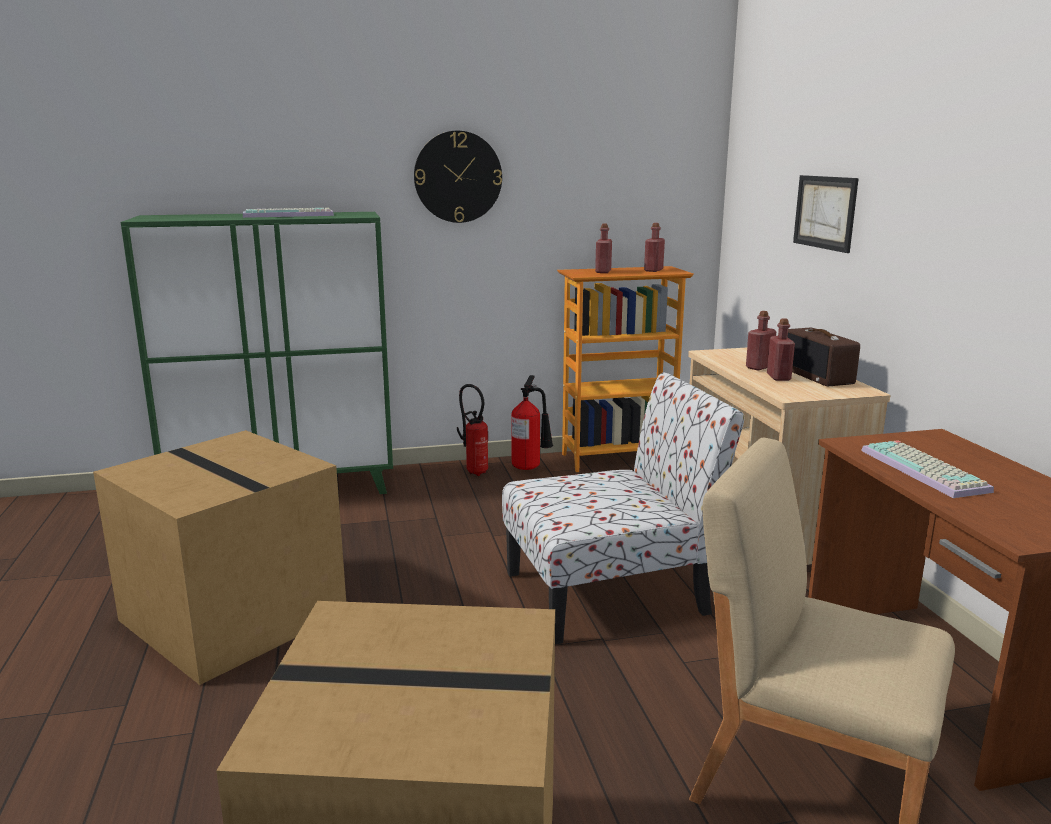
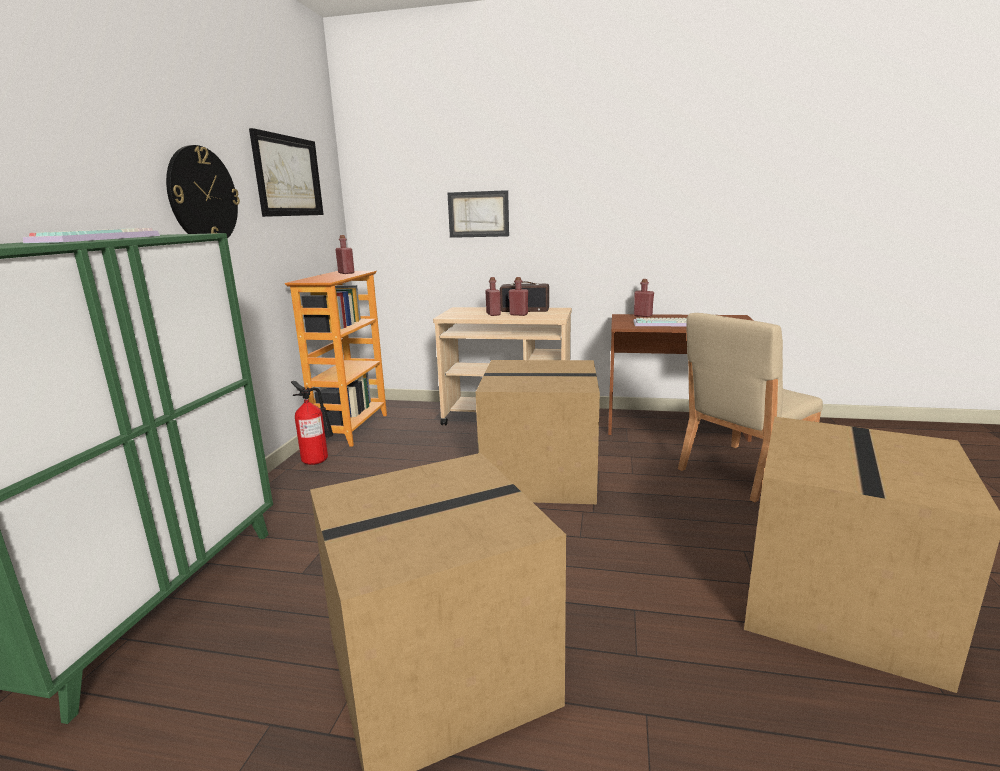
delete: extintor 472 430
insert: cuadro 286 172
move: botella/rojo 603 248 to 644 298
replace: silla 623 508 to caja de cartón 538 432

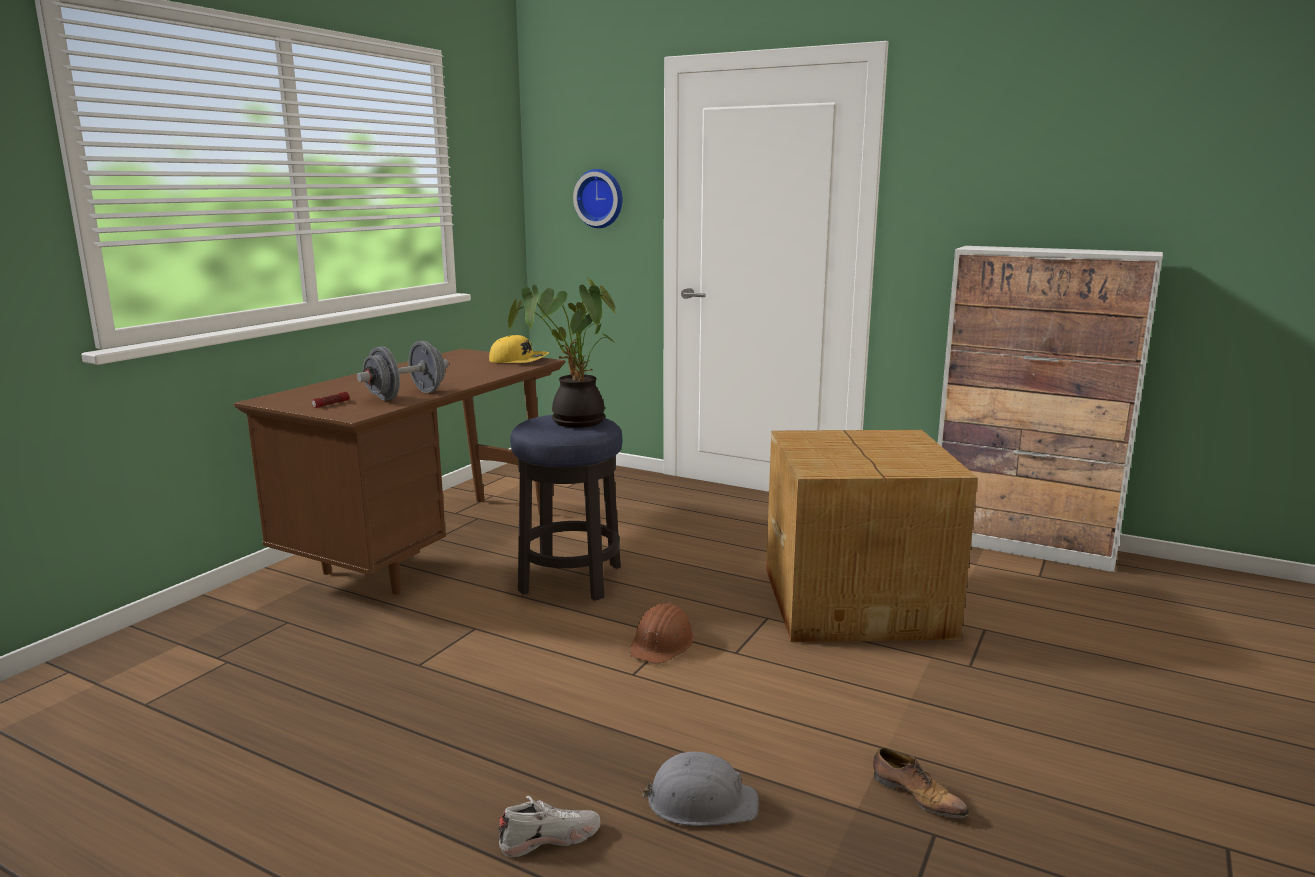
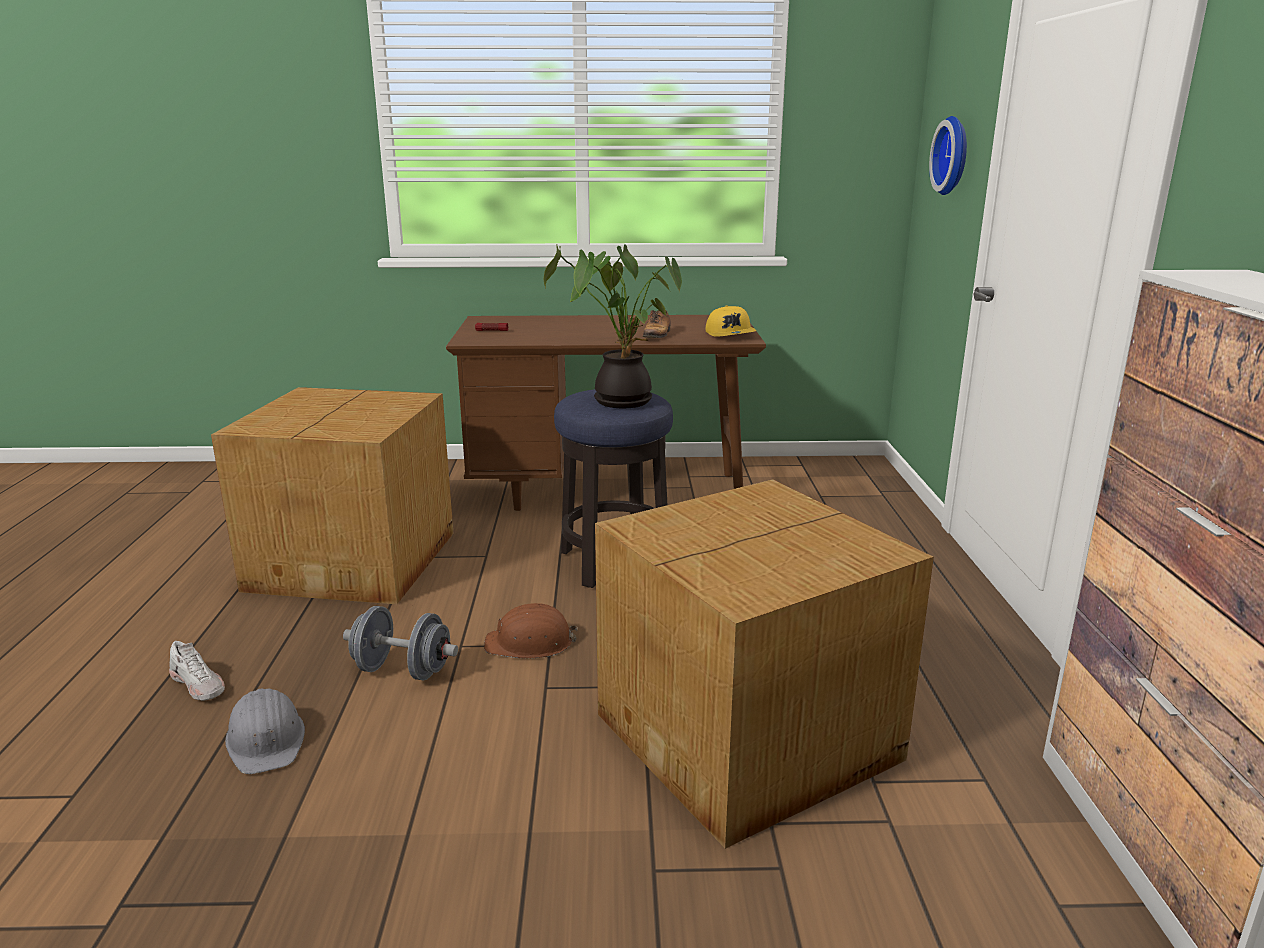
insert: caja de cartón 332 495
move: mancuerna/gris 403 371 to 400 643; zapato 921 783 to 657 324

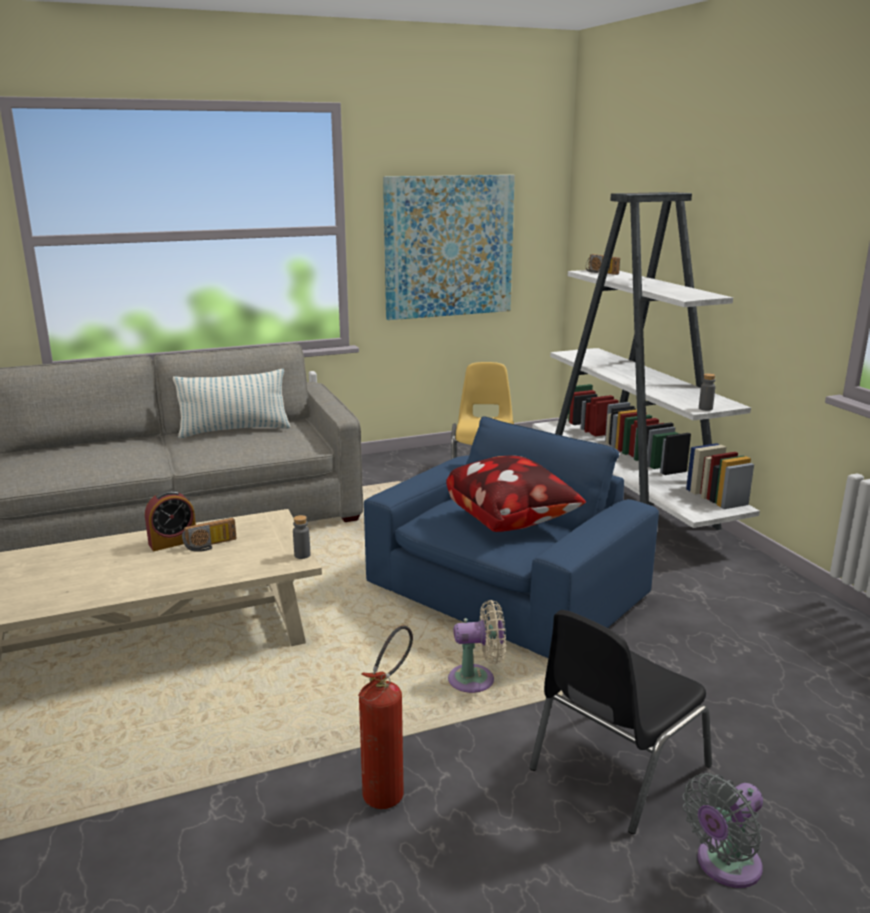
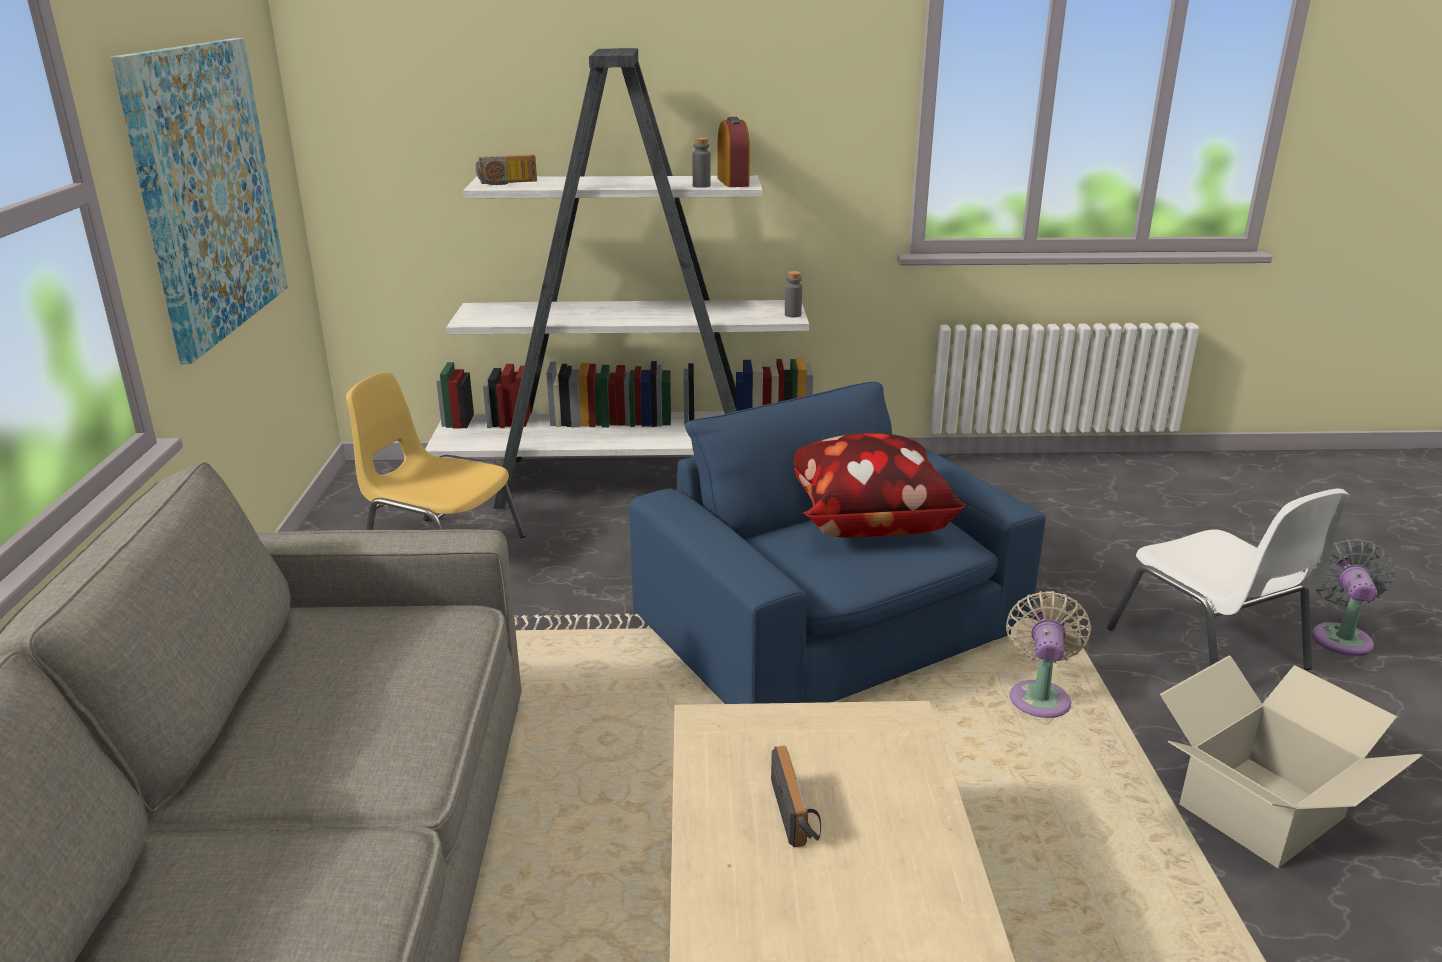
delete: cojín 232 403
move: botella/gris 301 537 to 701 162; despertador 170 520 to 734 152
replace: extintor 385 717 to caja de cartón 1291 761
recolor: silla/negro 620 722 to silla/blanco 1228 579
rotate: ventilador/gris 723 830 = 1353 597 150 degrees counterclockwise

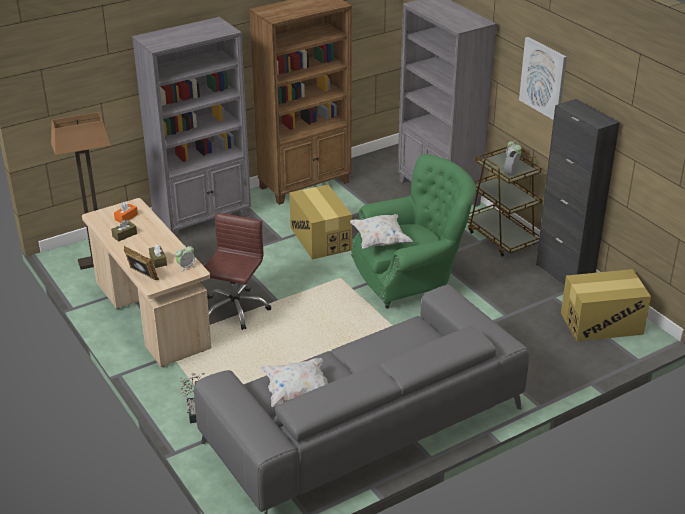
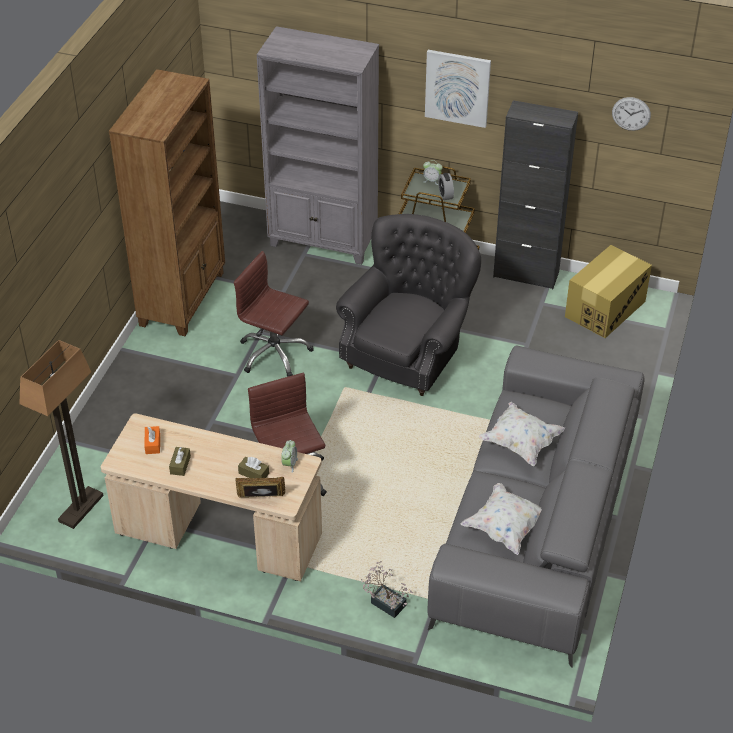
delete: estantería/gris 191 127
insert: reloj de pared 631 114
move: cojín/blanco 381 231 to 522 434
replace: caja de cartón 320 222 to silla de oficina/marrón 274 314
recolor: sillón/verde 413 231 to sillón/gris 408 305

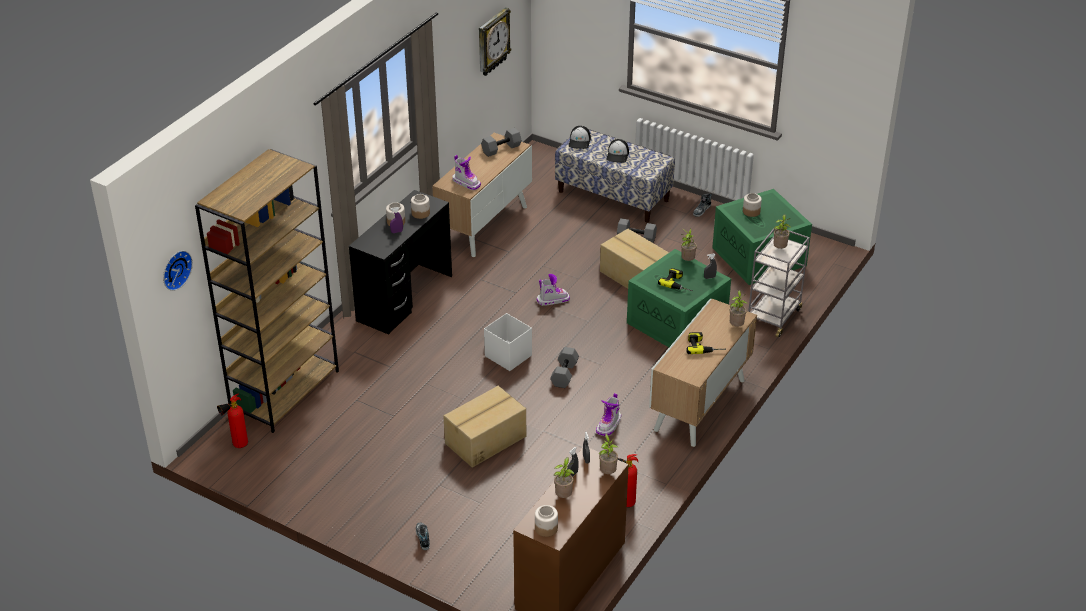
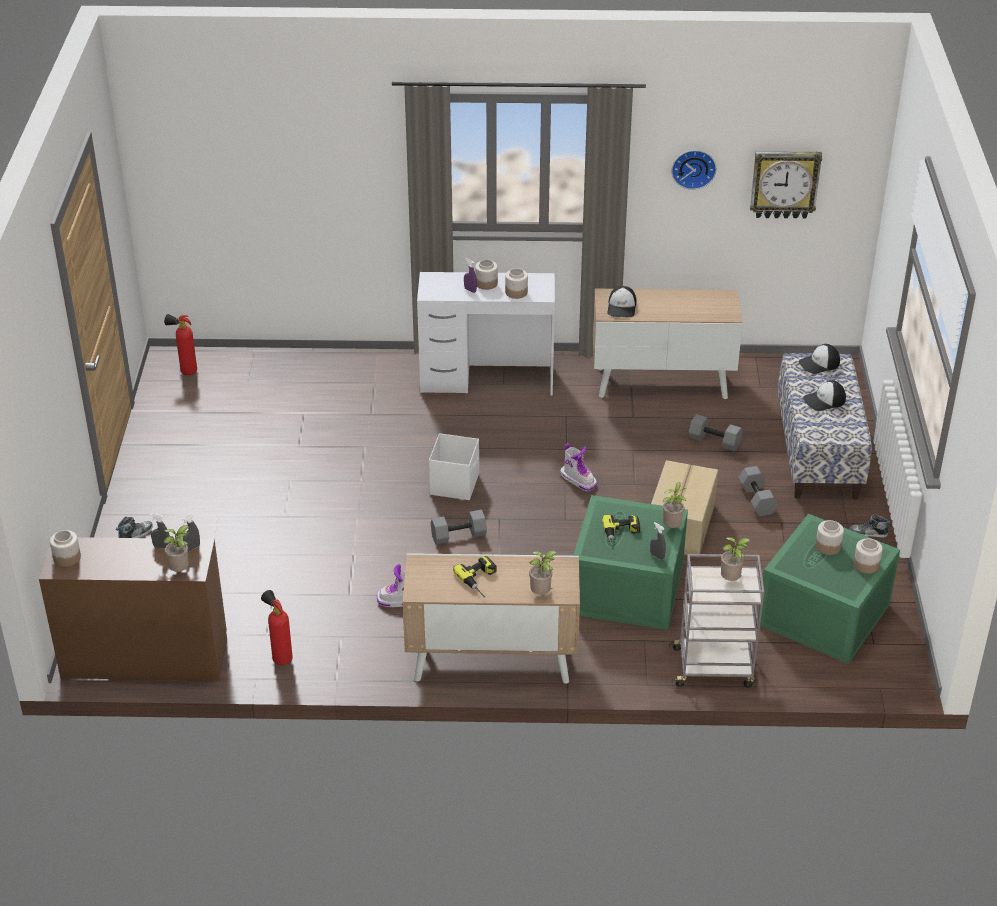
delete: estantería/marrón 267 291; caja de cartón 484 427; planta en maceta 564 477
insert: tarro 868 556
move: reloj de pared 178 271 to 694 170; mancuerna/gris 501 142 to 715 432
replace: bota 466 172 to gorra 622 301
recolor: escritorio/negro 400 262 to escritorio/blanco 486 334

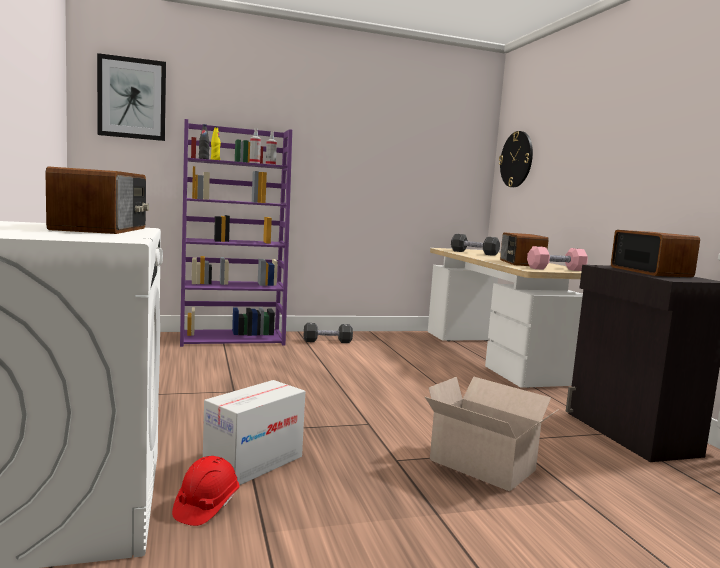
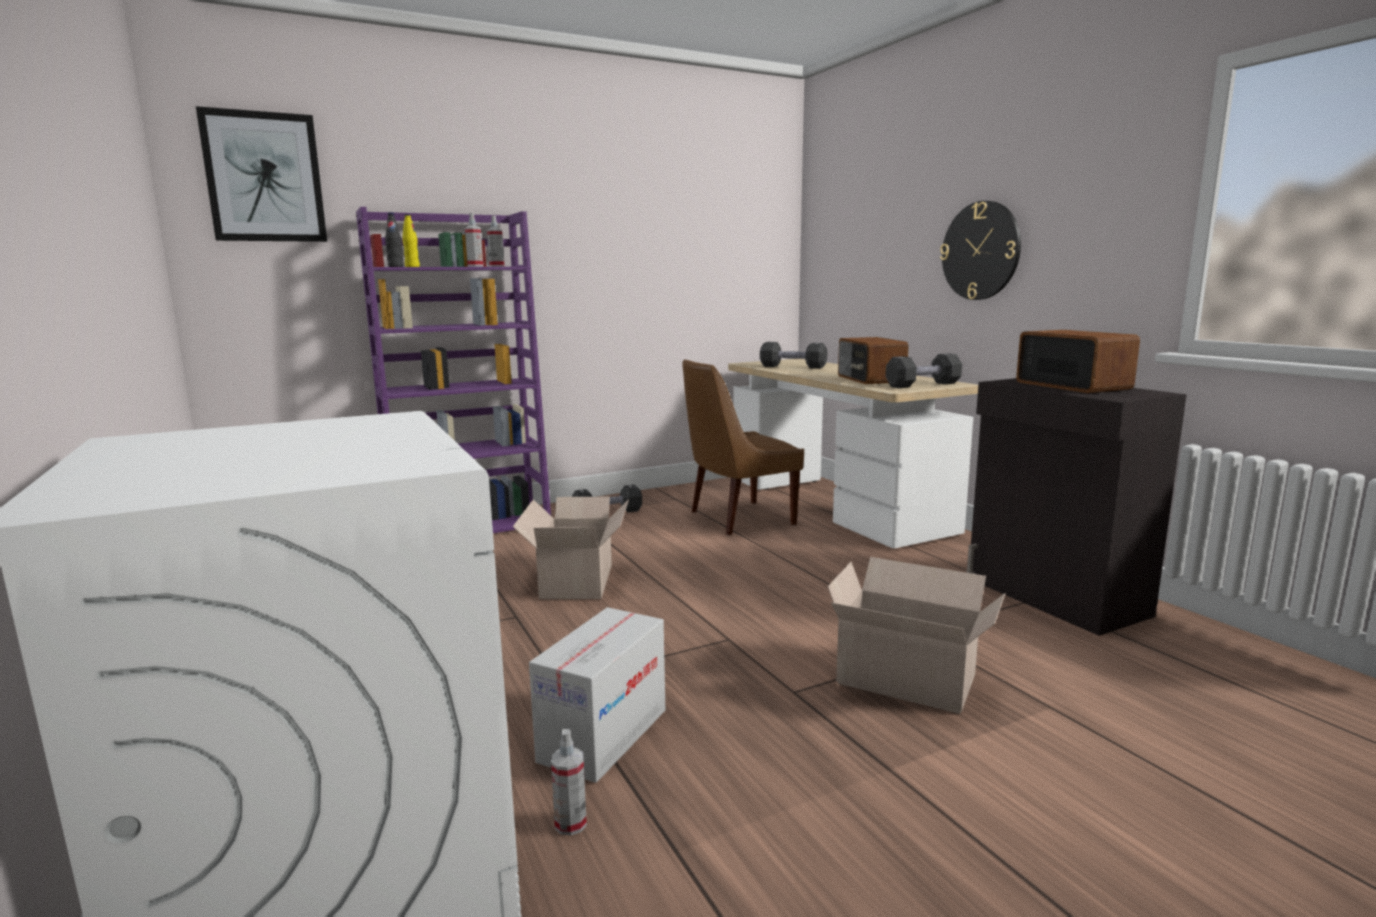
delete: radio 97 200
insert: caja de cartón 571 548; silla/marrón 743 447
move: reloj de pared 516 159 to 980 250
replace: casco/rojo 205 491 to pulverizador 569 782
recolor: mancuerna/rosa 557 258 to mancuerna/negro 923 370

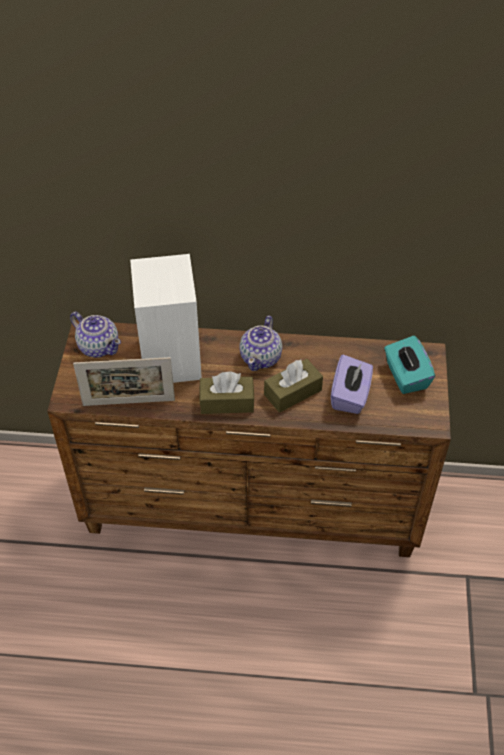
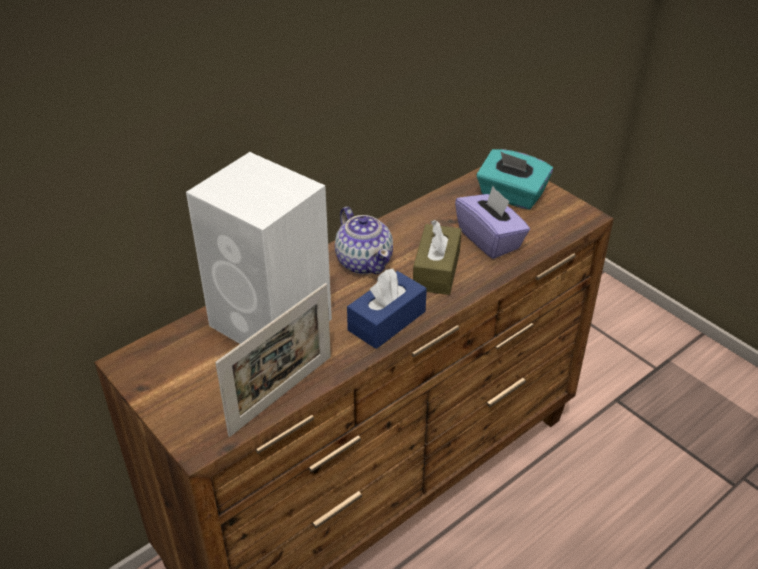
delete: tetera 95 335
recolor: caja de pañuelos/marrón 227 393 to caja de pañuelos/azul 387 309

